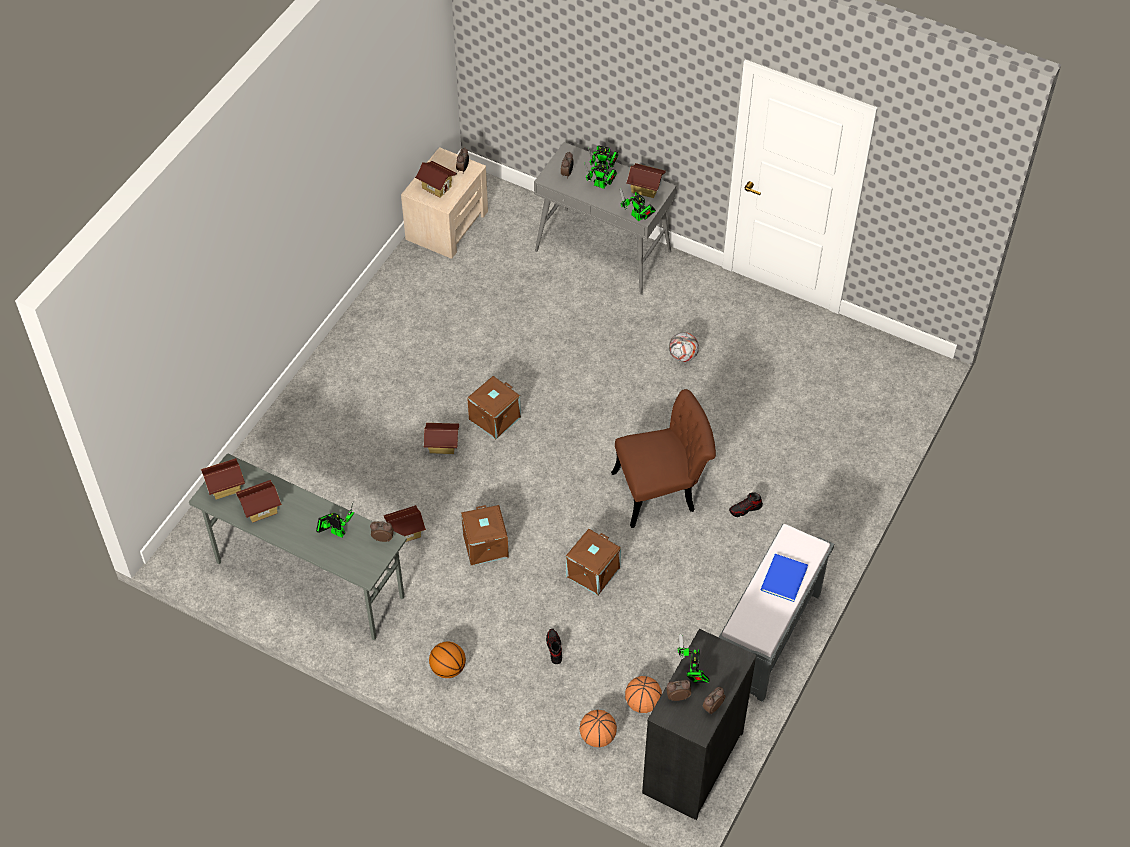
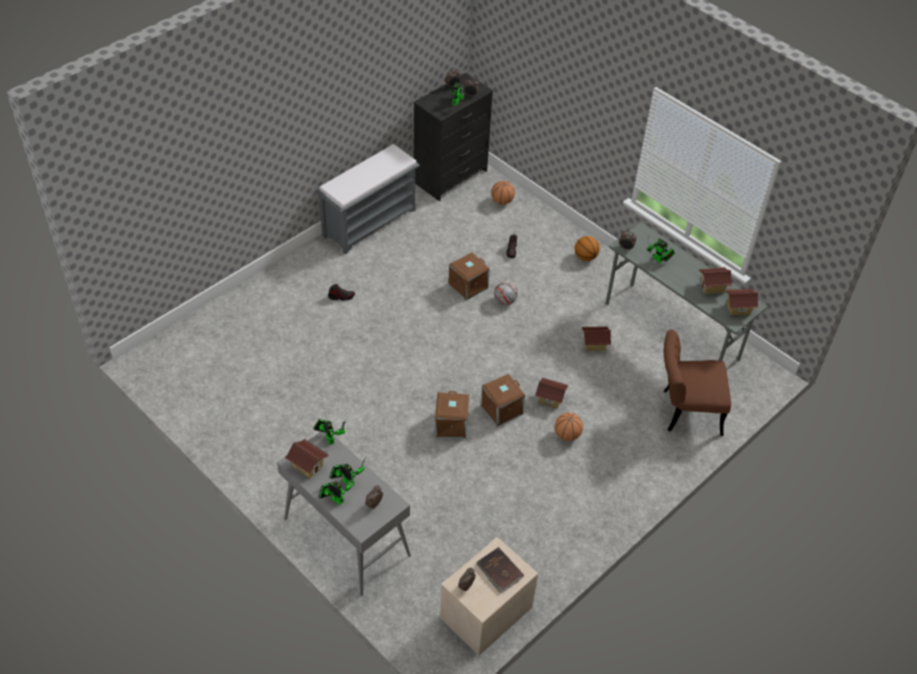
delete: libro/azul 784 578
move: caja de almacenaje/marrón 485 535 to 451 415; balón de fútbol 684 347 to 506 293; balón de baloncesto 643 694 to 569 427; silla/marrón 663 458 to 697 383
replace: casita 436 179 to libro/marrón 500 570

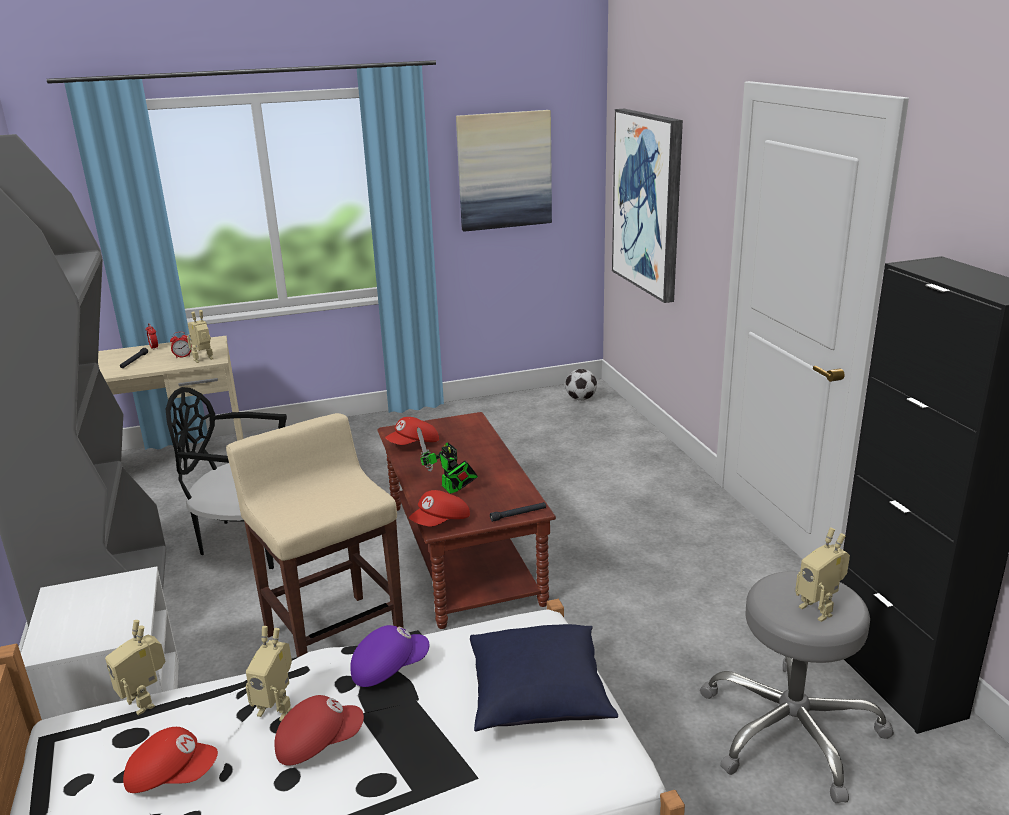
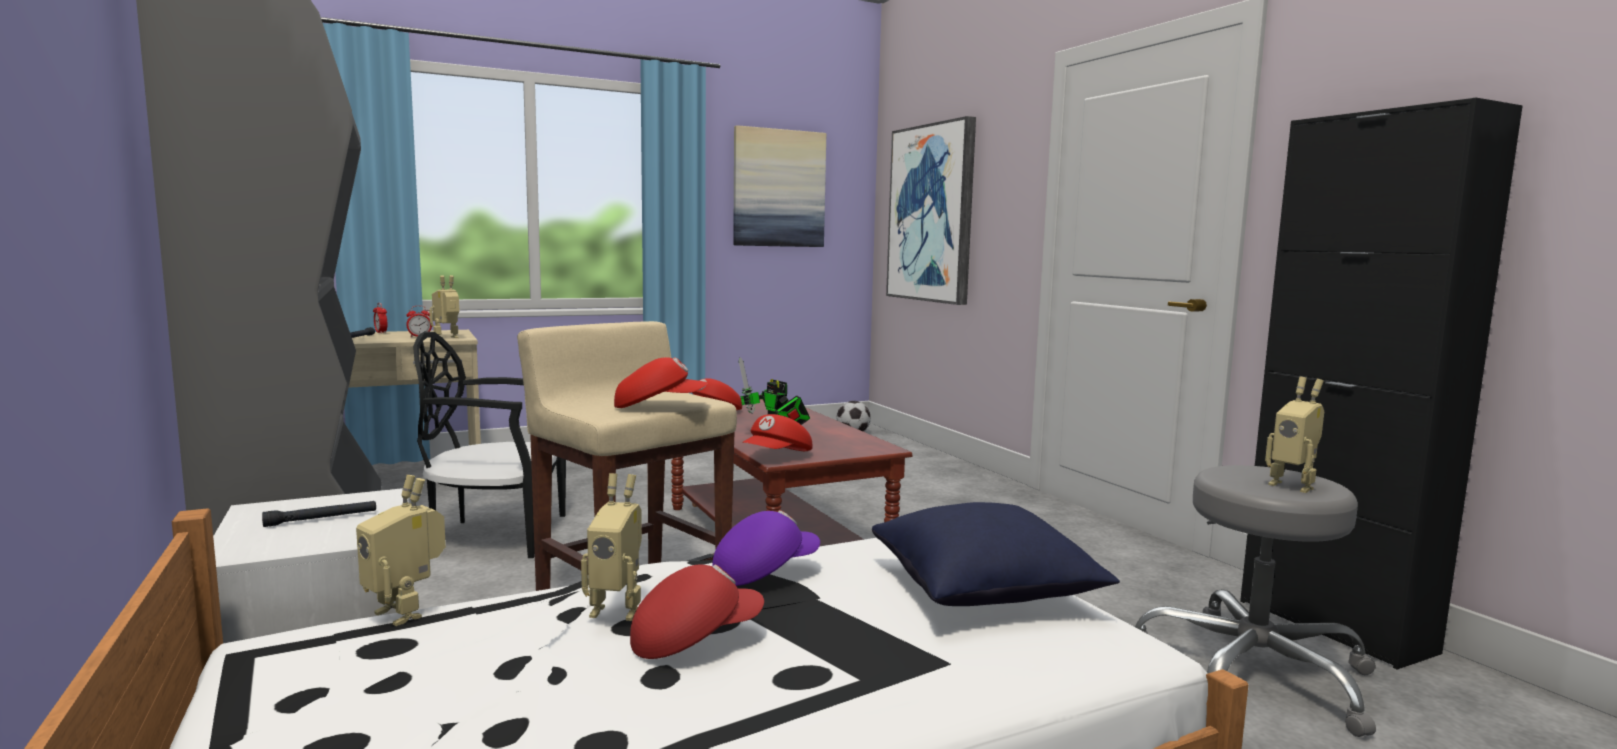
move: linterna/negro 518 512 to 319 514; gorra/rojo 170 760 to 661 382

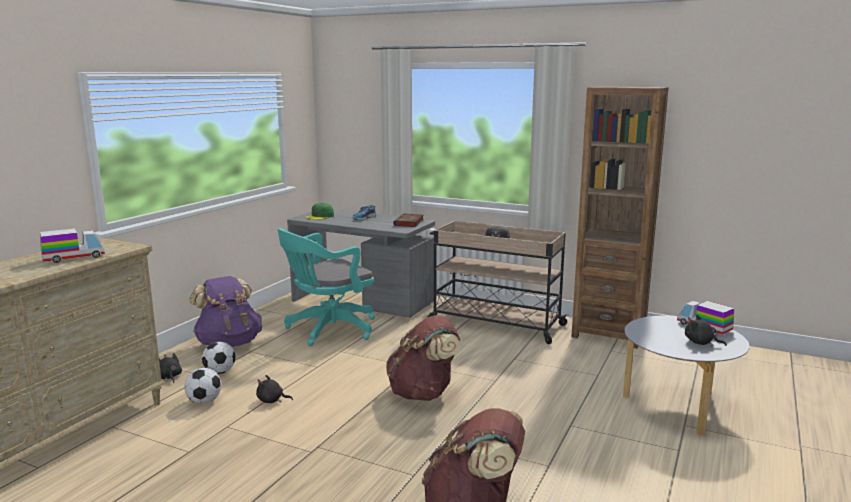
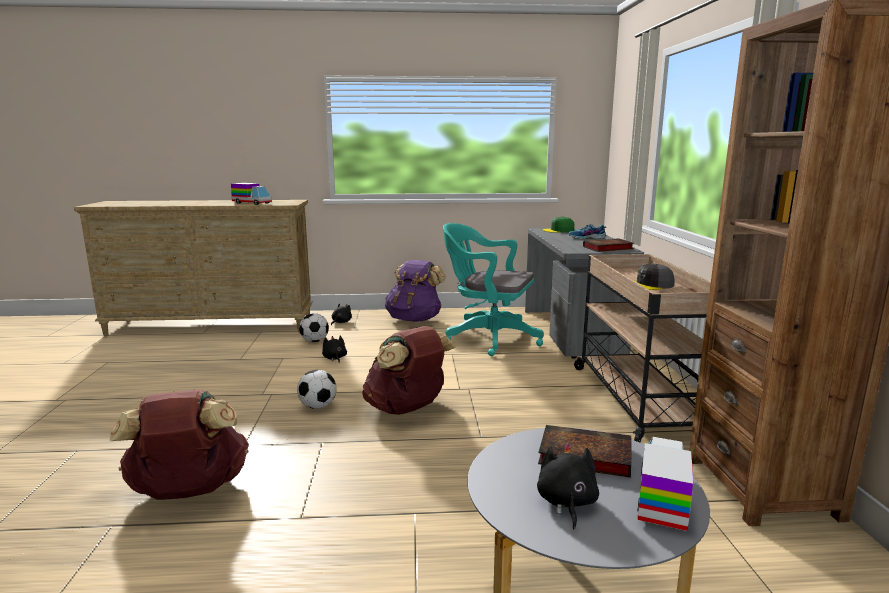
insert: libro 585 451
move: balón de fútbol 218 358 to 317 389

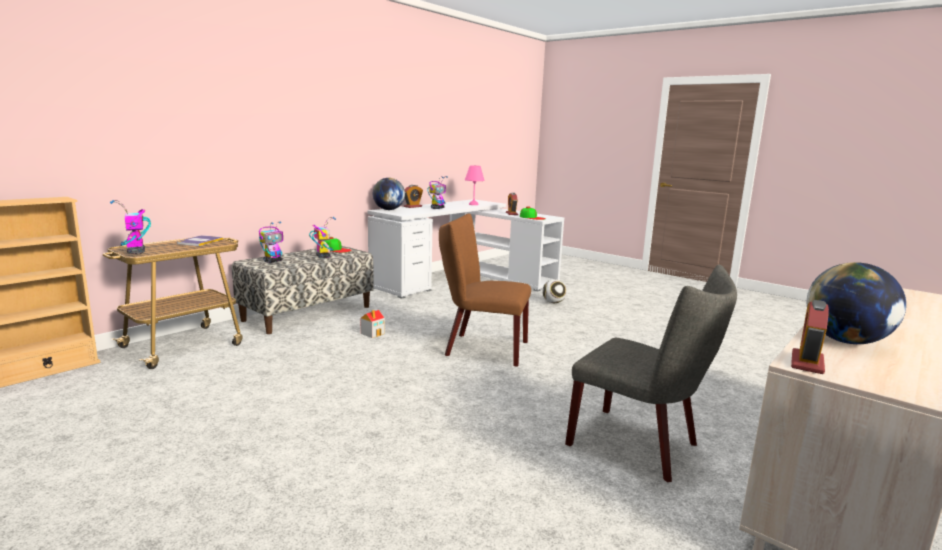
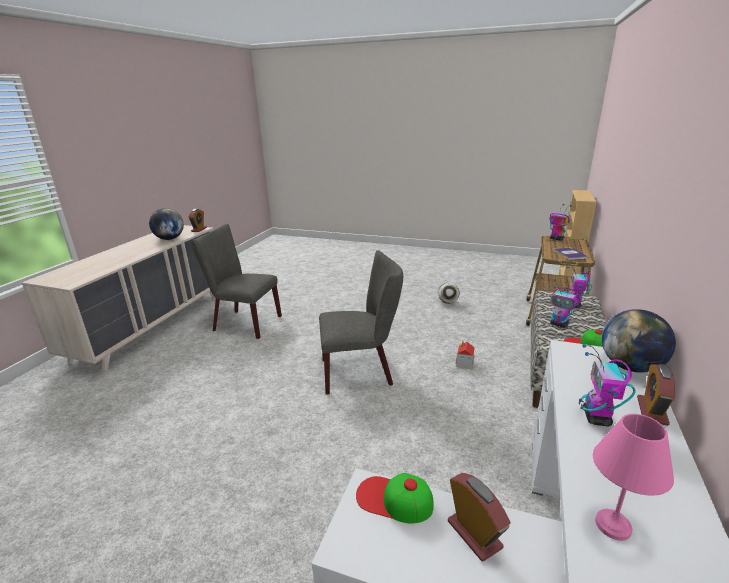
move: balón de fútbol 554 291 to 449 293
recolor: silla/marrón 485 290 to silla/gris 361 322

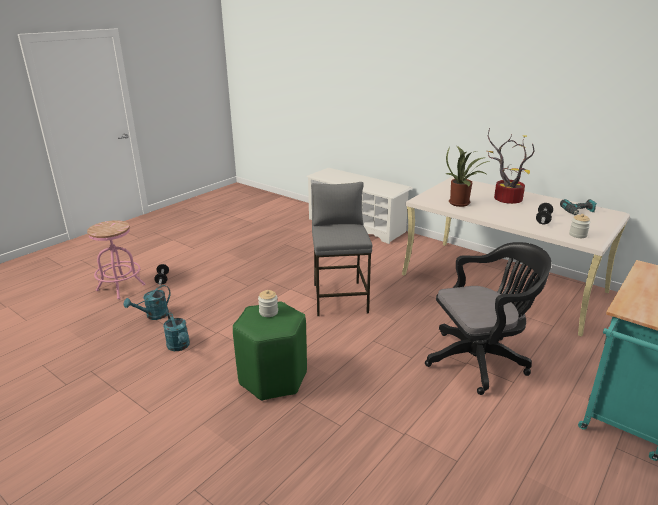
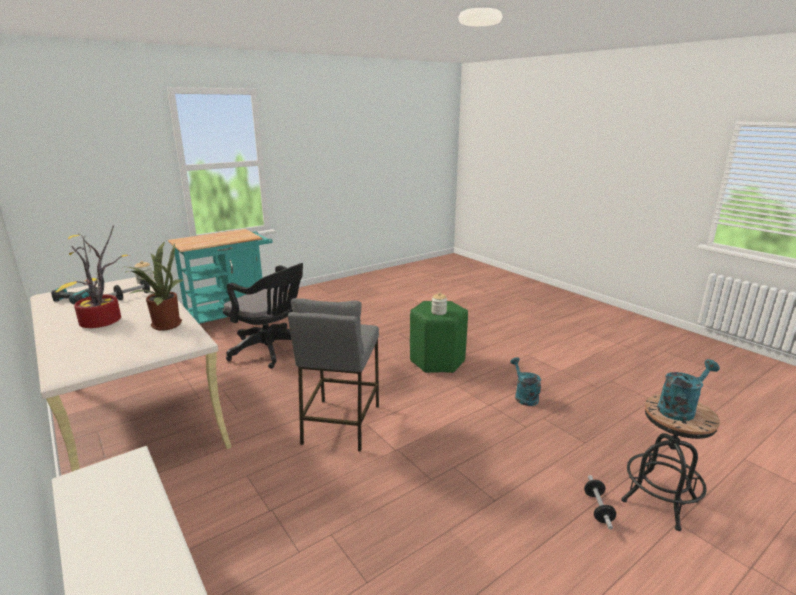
move: regadera/turquesa 147 302 to 688 390
recolor: taburete/rosa 116 259 to taburete/negro 670 462
rotate: silla de oficina/negro 488 318 = 263 316 150 degrees counterclockwise

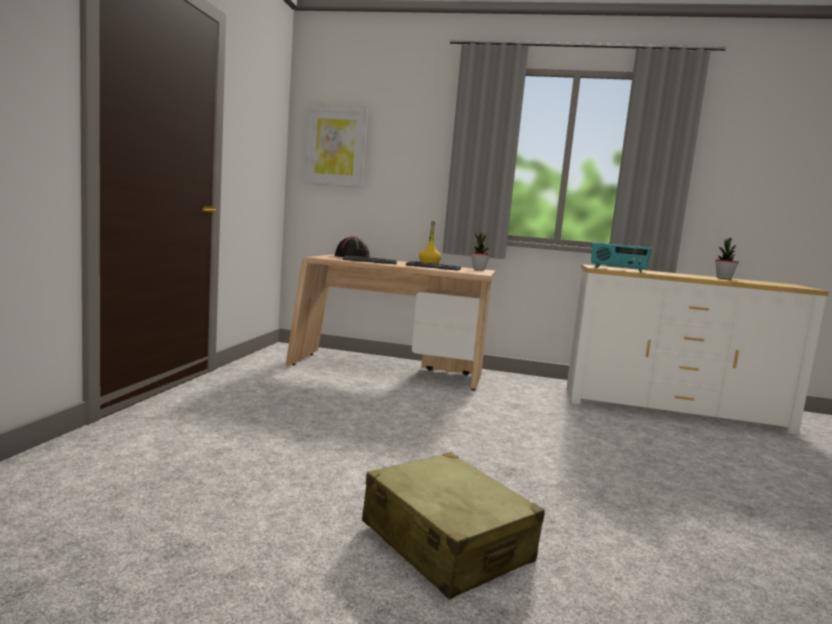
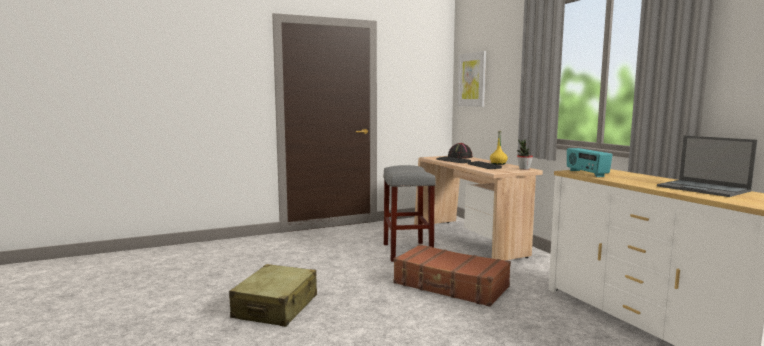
insert: taburete/gris 409 213; maleta/marrón 452 275
replace: planta en maceta 727 258 to portátil 707 166

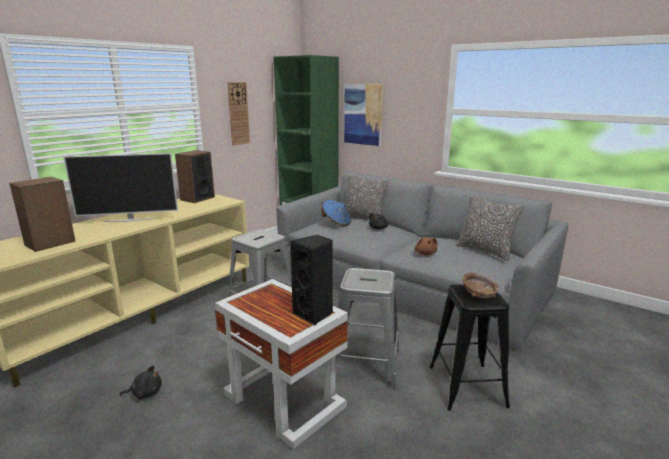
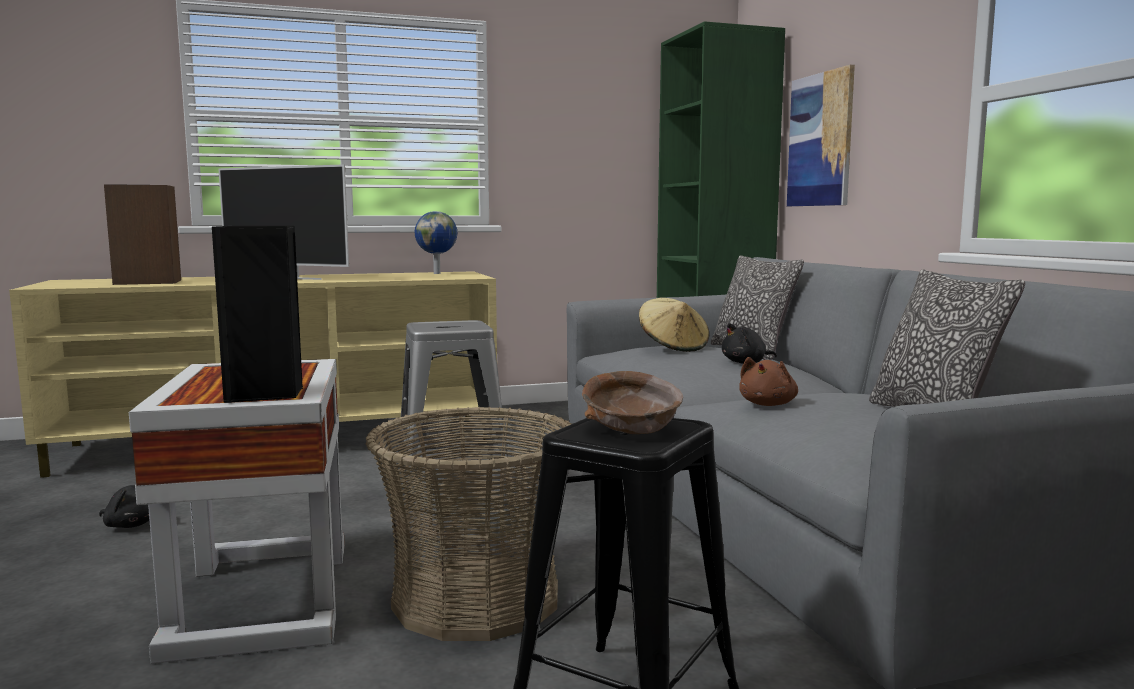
delete: reloj de pared 238 114
replace: taburete/gris 367 328 to cesta 468 523; altavoz 195 176 to globo terráqueo 436 242
recolor: sombrero/azul 336 213 to sombrero/beis 674 325

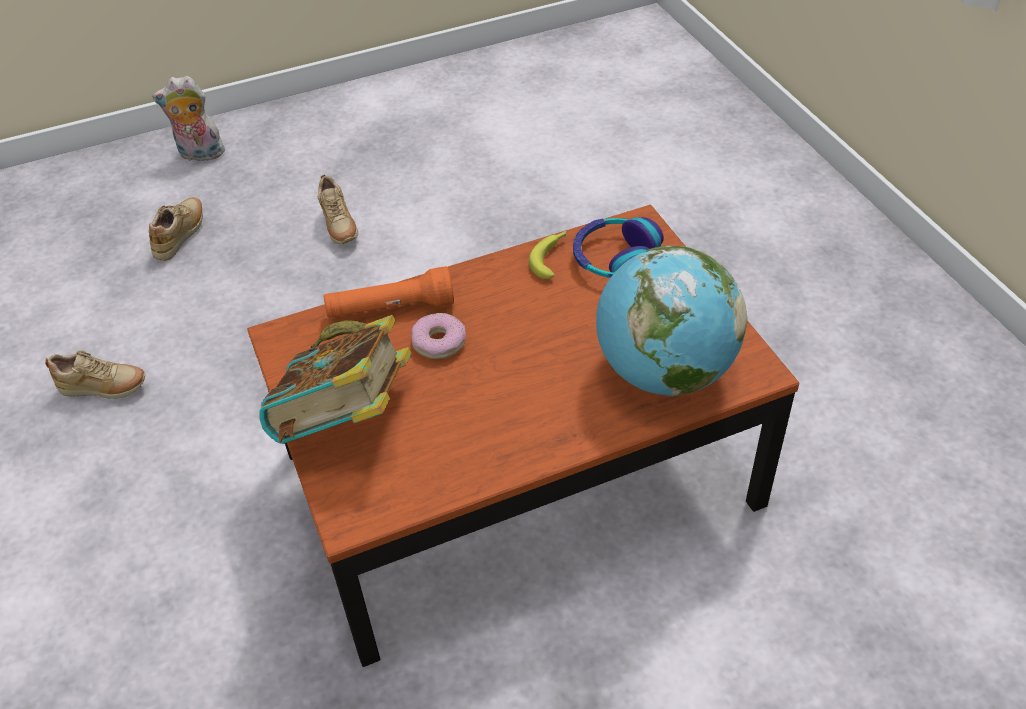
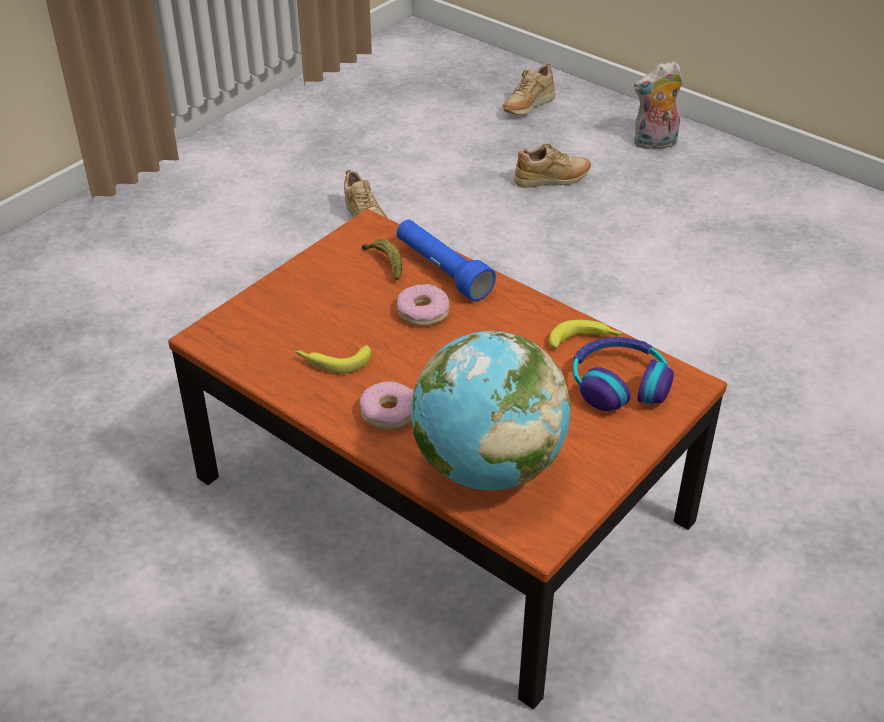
delete: libro 335 379
insert: plátano 333 359; rosquilla 387 405
move: zapato/beis 338 209 to 529 89
recolor: linterna/naranja 389 292 to linterna/azul 446 260
rotate: peluche 188 118 = 658 105 75 degrees counterclockwise

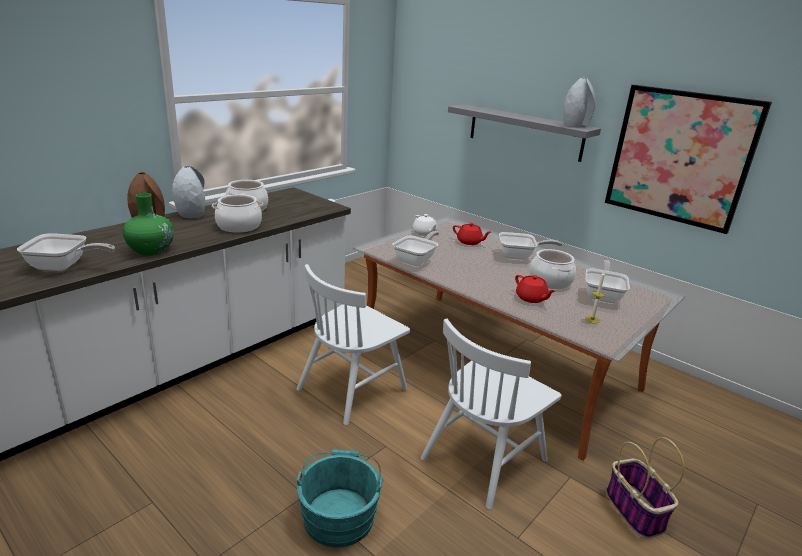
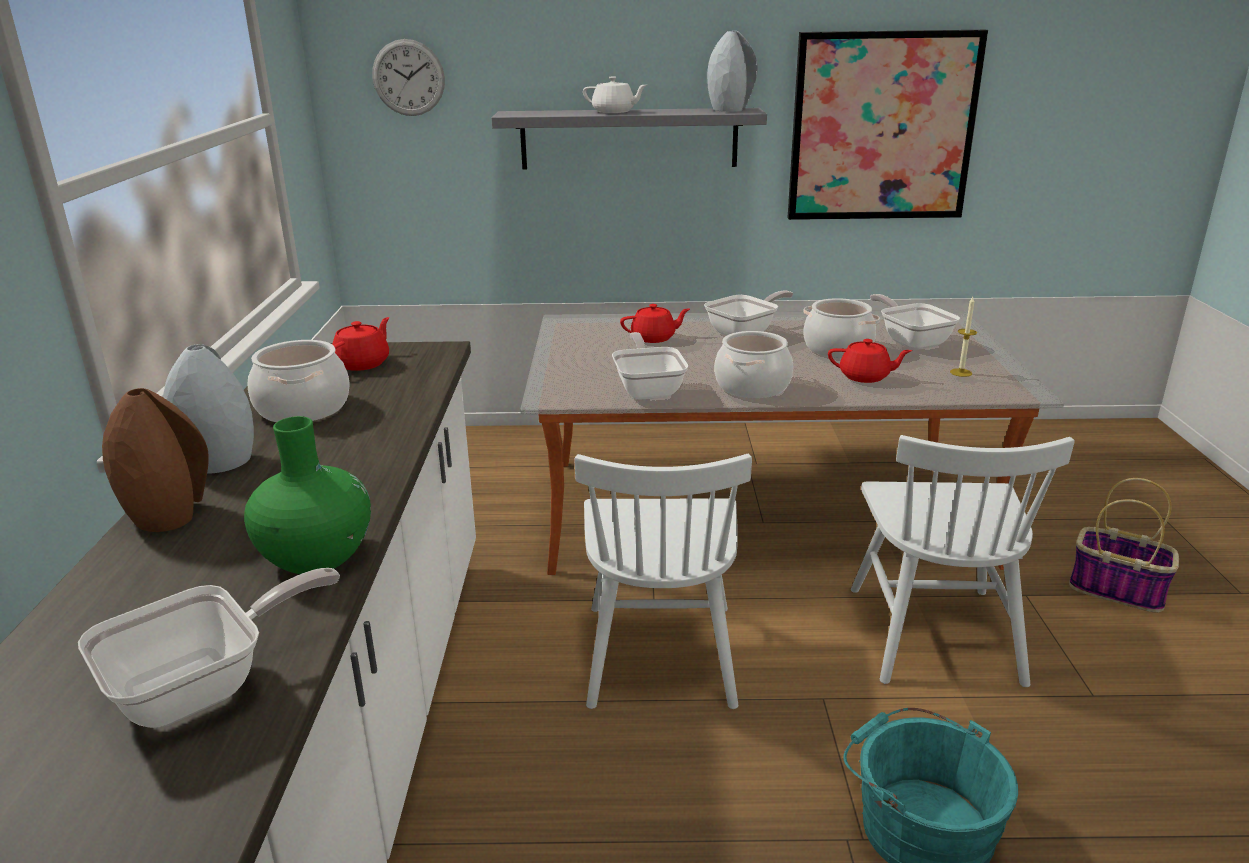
insert: tetera/rojo 360 344; reloj de pared 408 77
move: tetera/blanco 425 225 to 615 94; olla 237 213 to 753 364

